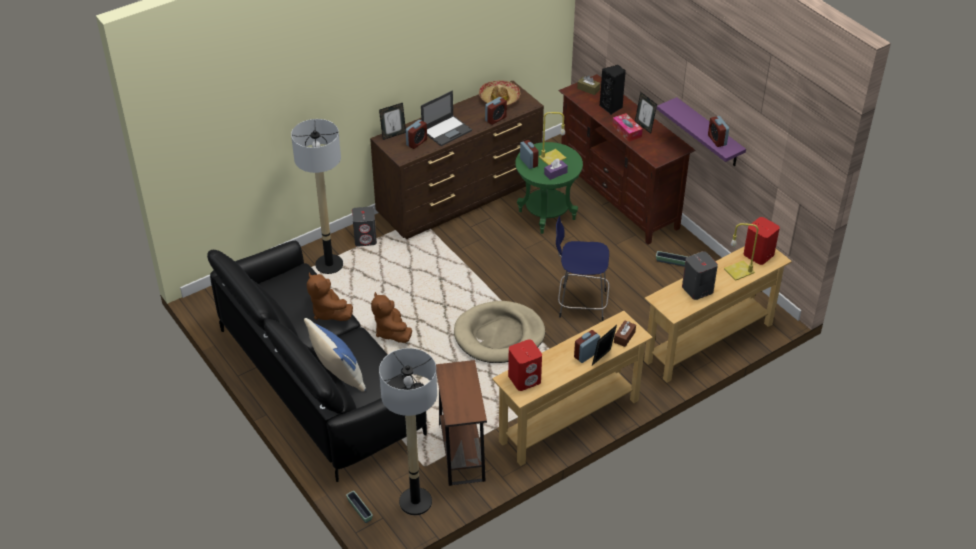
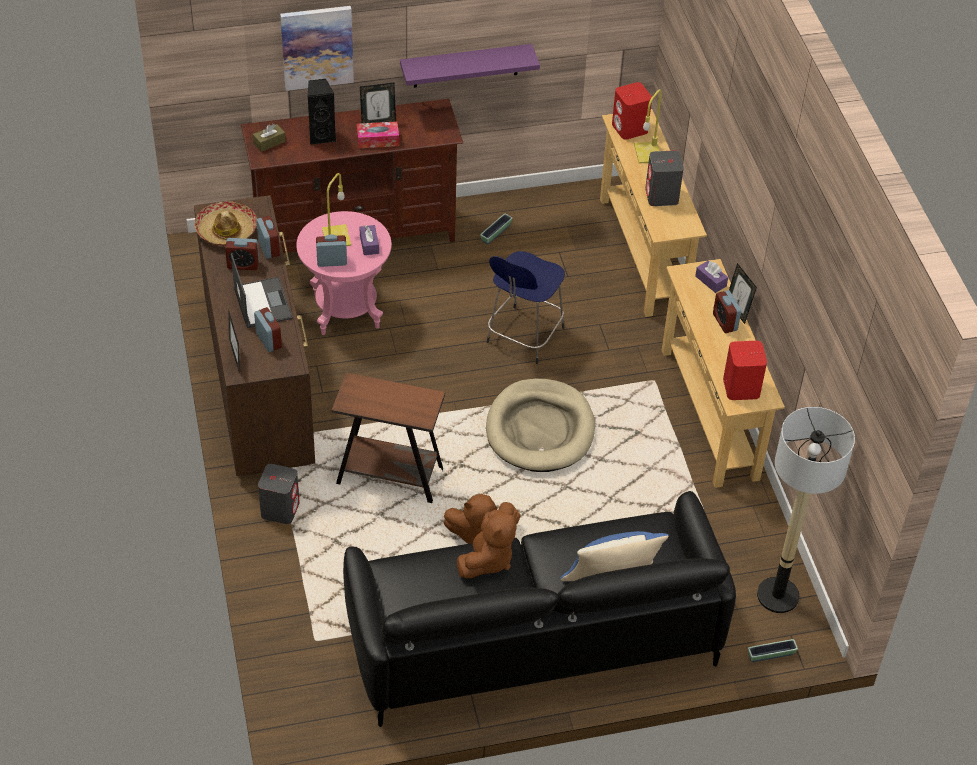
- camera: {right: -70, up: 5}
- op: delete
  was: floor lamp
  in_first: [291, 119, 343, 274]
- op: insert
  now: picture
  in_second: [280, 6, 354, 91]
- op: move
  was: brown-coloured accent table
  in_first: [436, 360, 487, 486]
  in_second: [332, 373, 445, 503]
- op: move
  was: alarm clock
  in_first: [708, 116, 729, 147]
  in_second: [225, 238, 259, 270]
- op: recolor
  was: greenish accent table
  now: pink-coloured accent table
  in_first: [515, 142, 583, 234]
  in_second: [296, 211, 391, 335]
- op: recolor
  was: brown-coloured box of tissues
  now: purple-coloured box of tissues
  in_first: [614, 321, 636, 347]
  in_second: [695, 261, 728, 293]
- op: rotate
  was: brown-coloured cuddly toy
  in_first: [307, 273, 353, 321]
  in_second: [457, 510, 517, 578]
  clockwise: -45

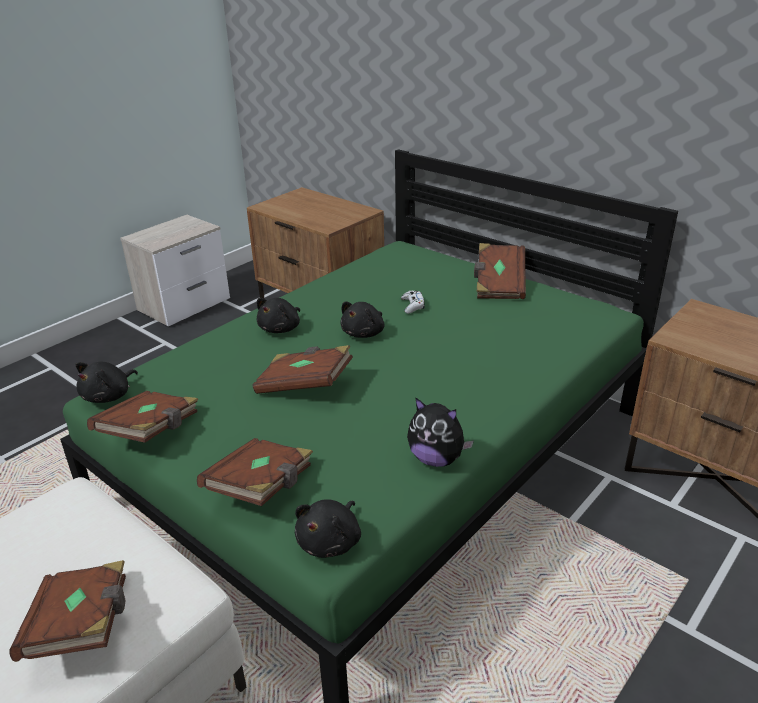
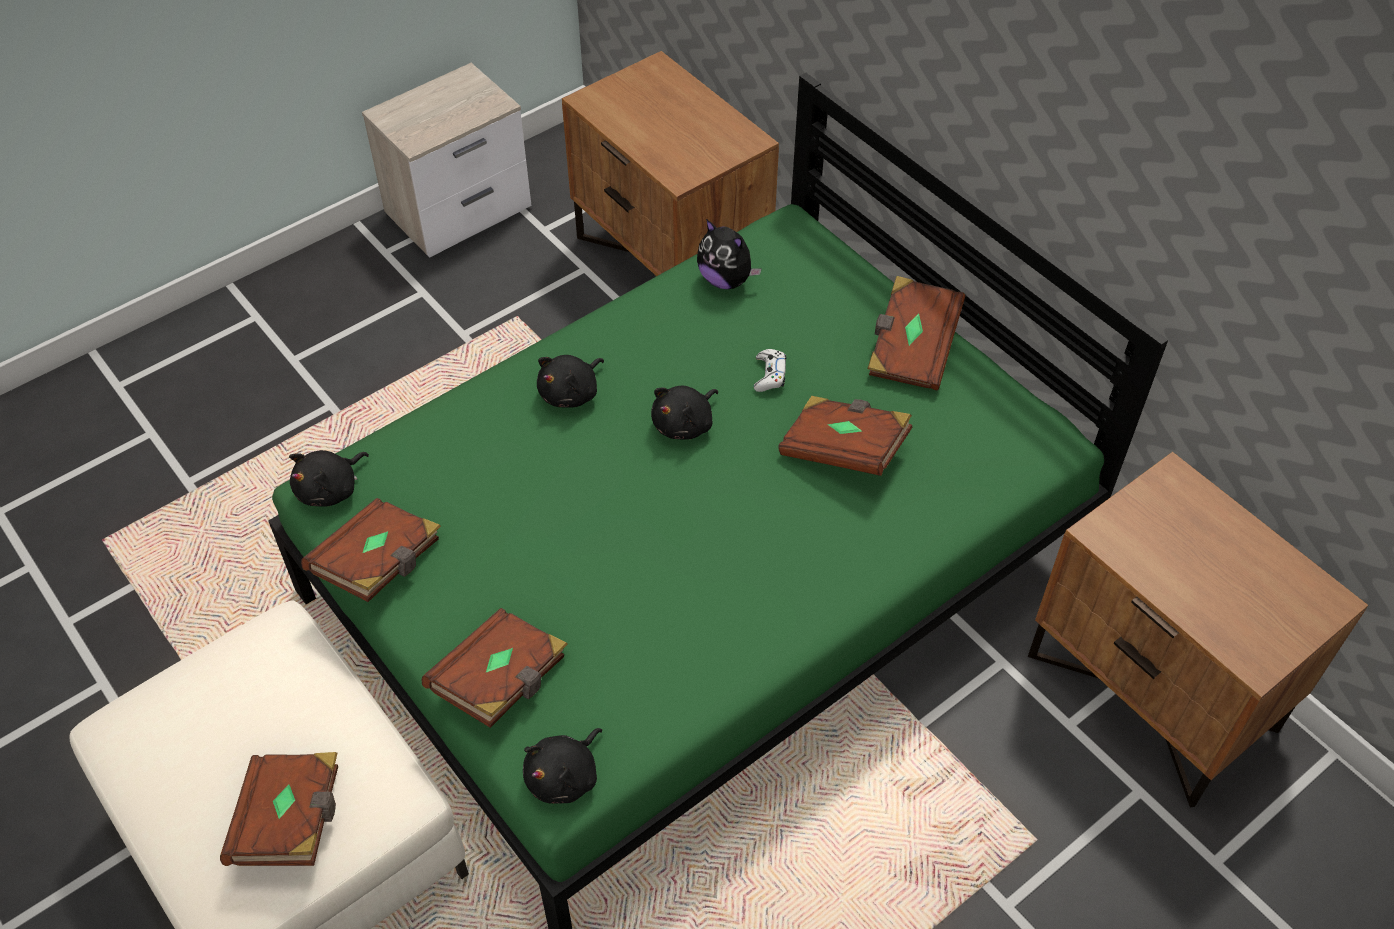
- camera: {right: 10, up: 20}
- op: move
  was: brown-coloured volume
  in_first: [253, 345, 353, 394]
  in_second: [778, 396, 913, 476]
- op: move
  was: cuddly toy
  in_first: [407, 397, 474, 467]
  in_second: [697, 219, 762, 289]

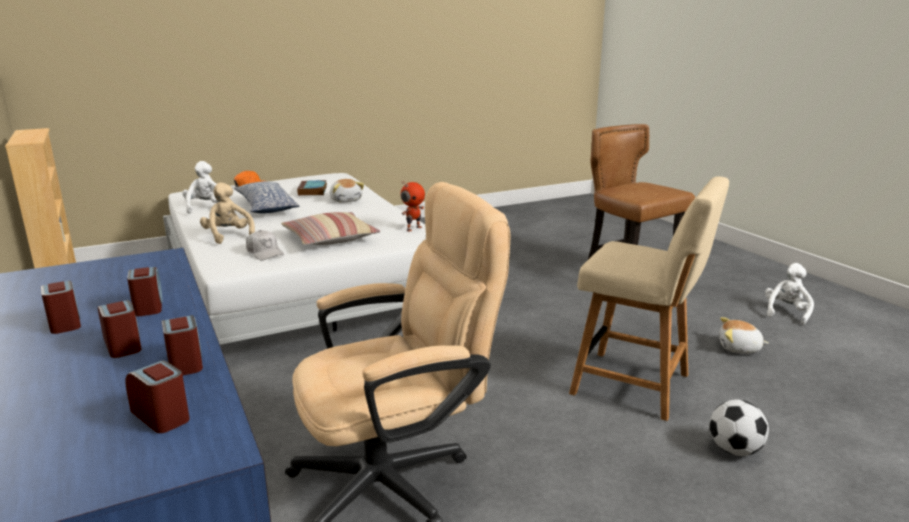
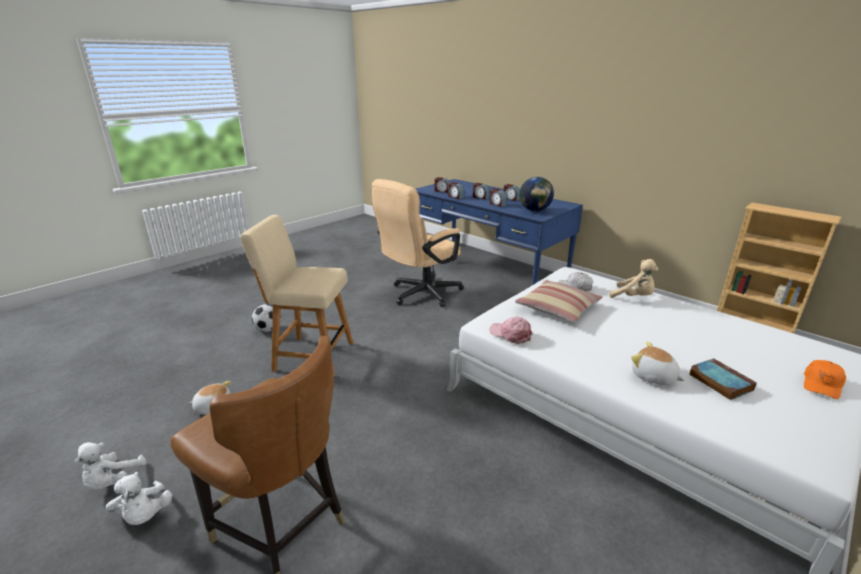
- camera: {right: 160, up: 5}
- op: delete
  was: pillow
  in_first: [234, 181, 300, 214]
- op: insert
  now: globe
  in_second: [519, 177, 554, 212]
- op: move
  was: white-coloured cuddly toy
  in_first: [182, 161, 219, 214]
  in_second: [106, 472, 172, 525]
- op: replace
  was: model robot
  now: pink-coloured baseball cap
  in_first: [401, 180, 425, 232]
  in_second: [489, 317, 532, 344]

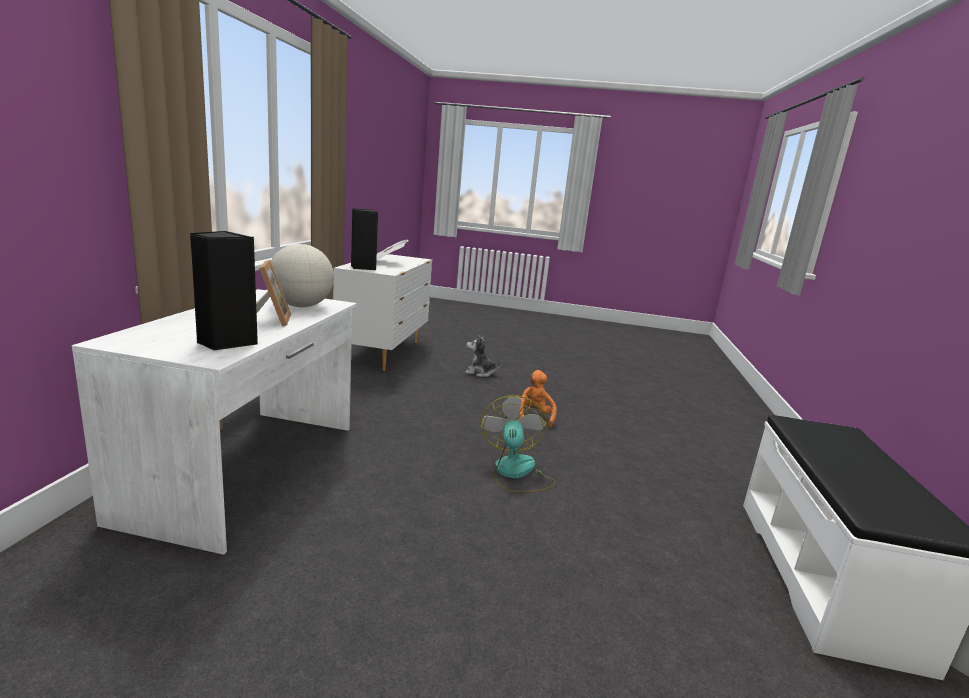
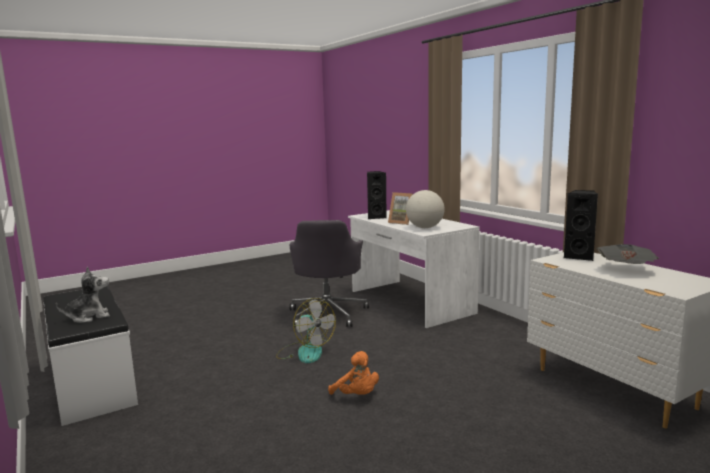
- camera: {right: 140, up: -5}
- op: insert
  now: greyish desk chair
  in_second: [289, 220, 369, 327]
- op: move
  was: cuddly toy
  in_first: [465, 336, 502, 377]
  in_second: [56, 266, 110, 323]

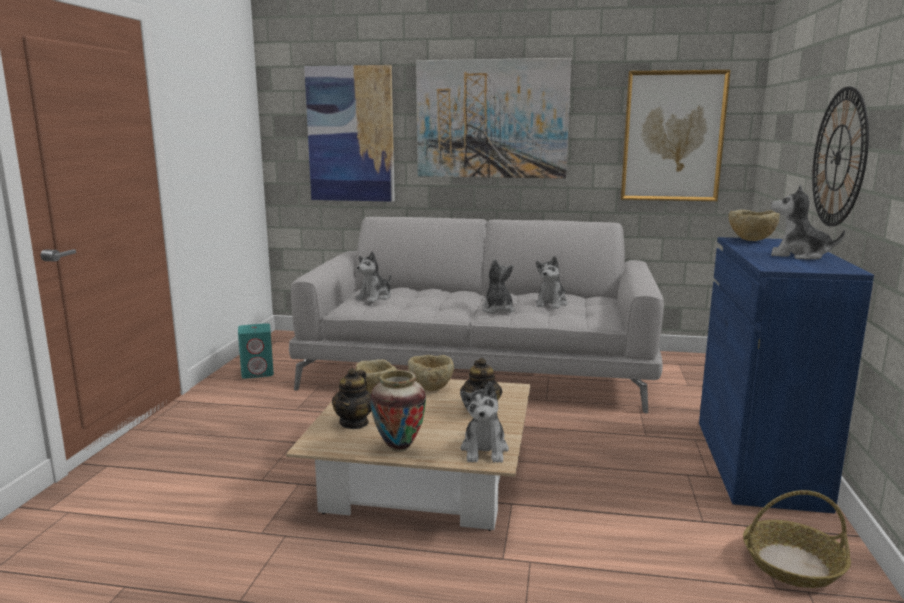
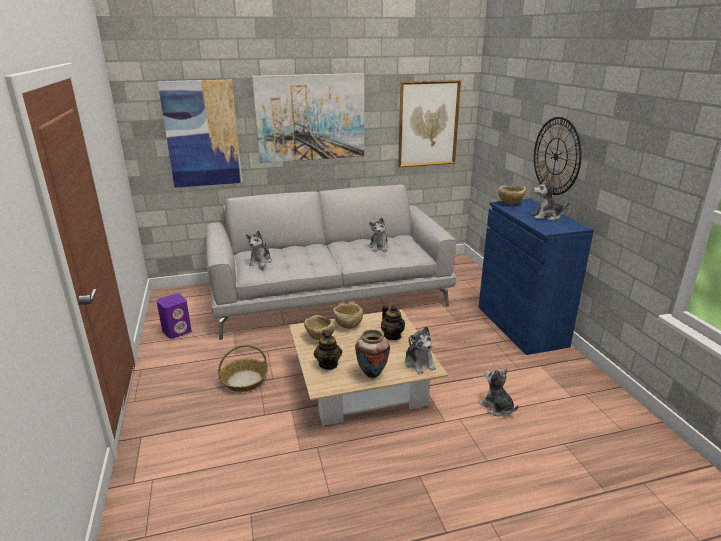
- camera: {right: -25, up: 10}
- op: move
  was: cuddly toy
  in_first: [483, 259, 515, 314]
  in_second: [479, 368, 518, 416]
- op: move
  was: storage basket
  in_first: [743, 490, 851, 588]
  in_second: [218, 345, 268, 392]
- op: recolor
  was: blue-green speaker
  now: purple-coloured speaker
  in_first: [238, 323, 274, 379]
  in_second: [157, 294, 192, 339]

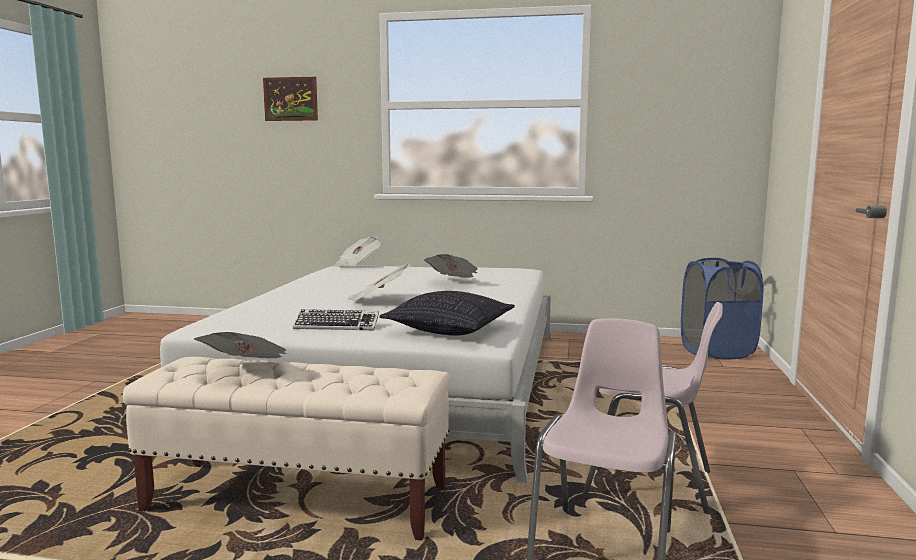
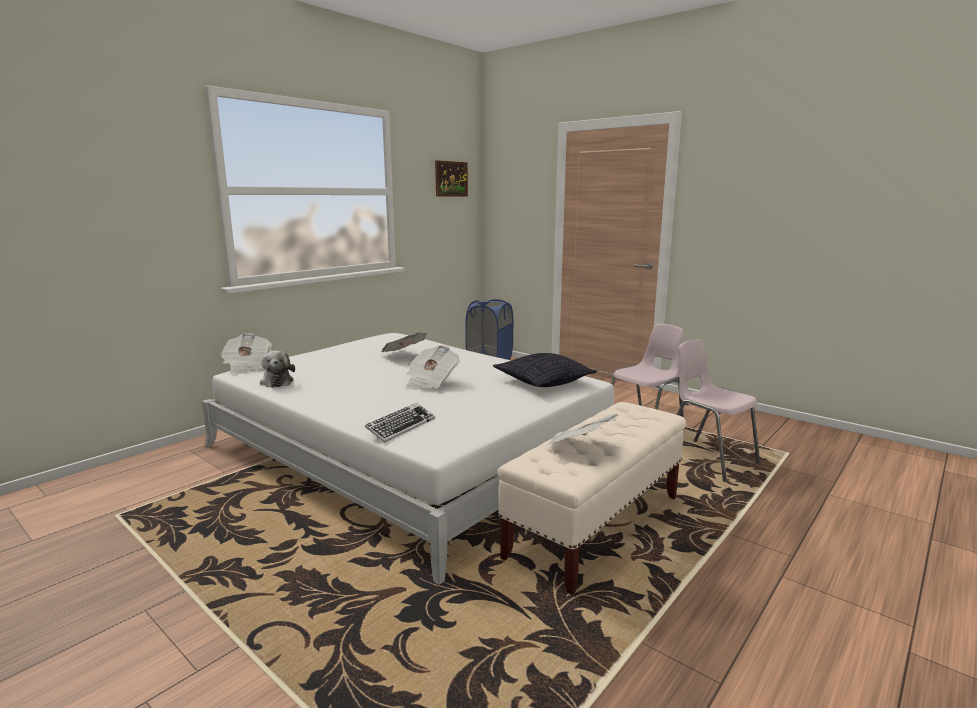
- camera: {right: -60, up: 5}
- op: insert
  now: cuddly toy
  in_second: [260, 351, 295, 388]
- op: move
  was: picture
  in_first: [263, 77, 318, 121]
  in_second: [435, 160, 468, 196]
- op: move
  was: PC keyboard
  in_first: [293, 309, 379, 330]
  in_second: [365, 403, 435, 443]

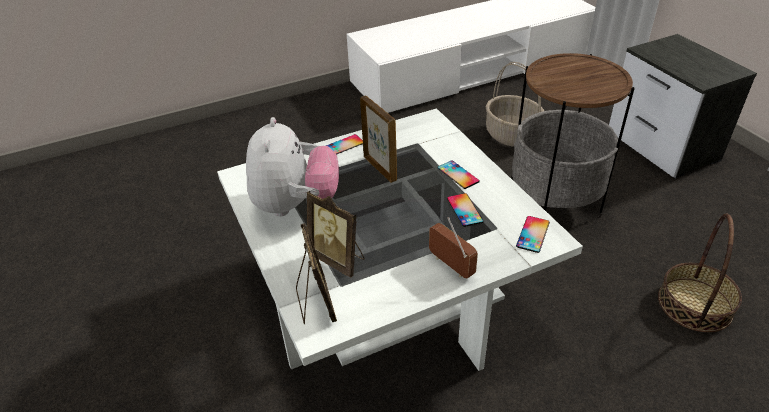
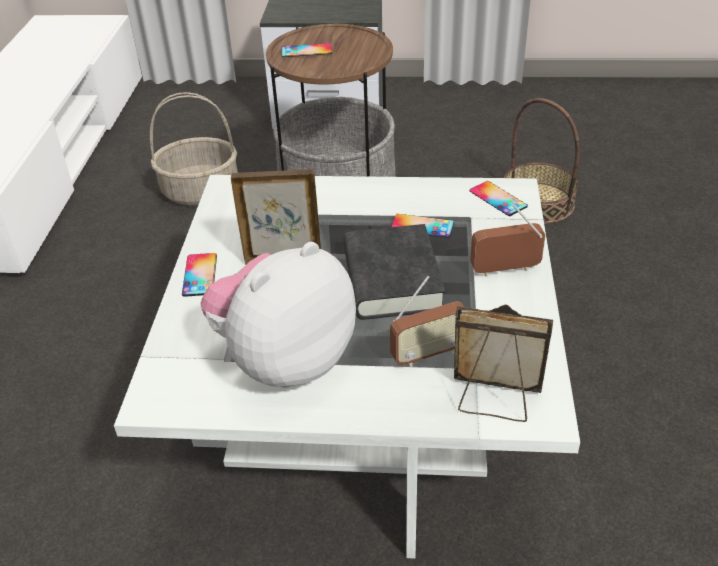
- camera: {right: -60, up: 0}
- op: insert
  now: black-coloured volume
  in_second: [343, 224, 445, 320]
- op: move
  was: telephone
  in_first: [438, 160, 480, 189]
  in_second: [282, 43, 332, 57]
- op: replace
  was: standing frame
  now: radio
  in_first: [307, 191, 365, 278]
  in_second: [390, 276, 464, 367]
- op: rotate
  was: cuddly toy
  in_first: [246, 117, 339, 216]
  in_second: [200, 242, 356, 387]
  clockwise: -75

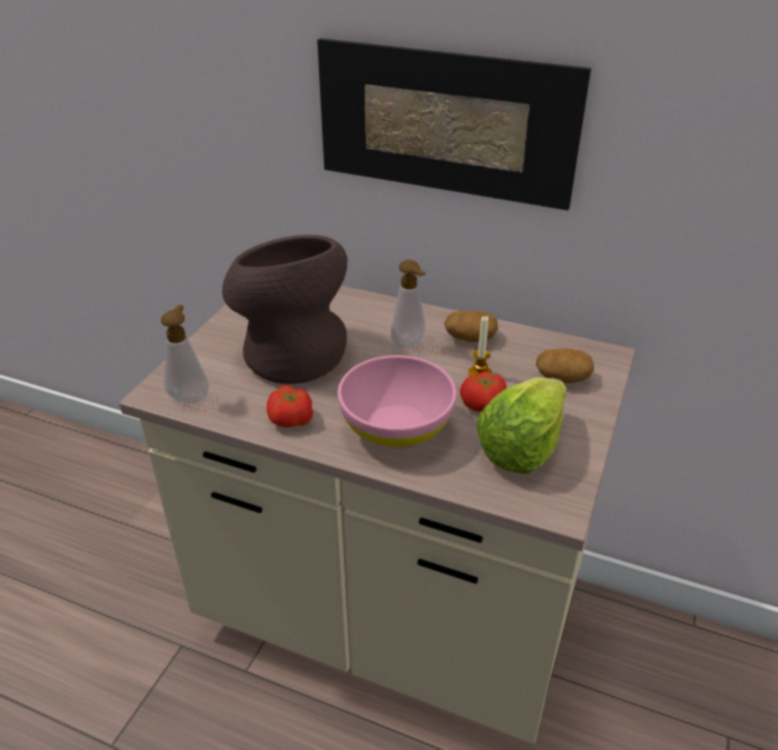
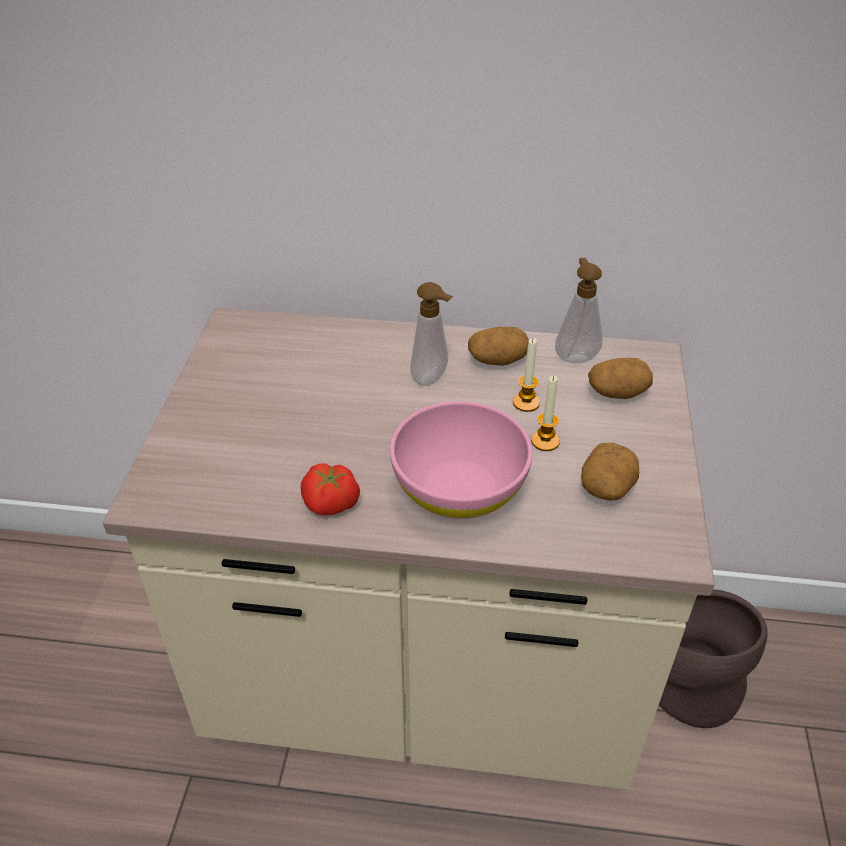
- camera: {right: -15, up: 5}
- op: delete
  was: picture
  in_first: [317, 38, 591, 210]
- op: move
  was: soap bottle
  in_first: [161, 305, 209, 403]
  in_second: [555, 258, 603, 363]
- op: move
  was: brown-coloured decorative vase
  in_first: [222, 235, 348, 384]
  in_second: [659, 589, 768, 728]
- op: replace
  was: whole tomato
  now: candle
  in_first: [460, 372, 507, 412]
  in_second: [531, 376, 560, 451]
- op: replace
  was: lettuce head
  now: spud
  in_first: [476, 377, 567, 474]
  in_second: [581, 443, 639, 501]

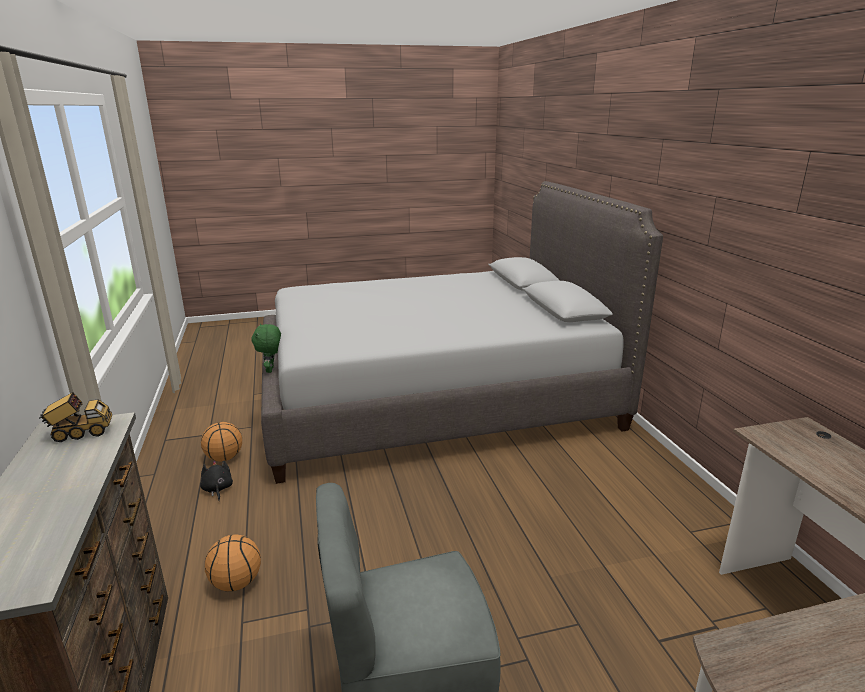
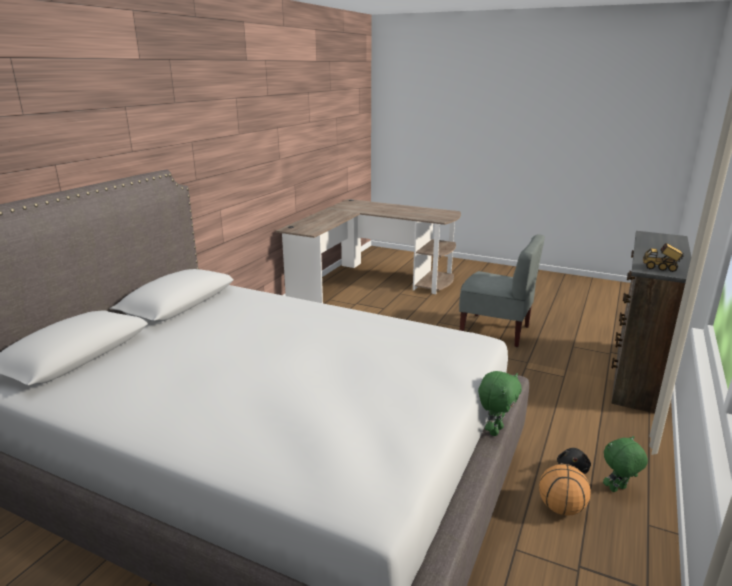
- camera: {right: -140, up: 0}
- op: delete
  was: ball for basketball
  in_first: [205, 535, 261, 591]
- op: insert
  now: greenish cuddly toy
  in_second: [603, 436, 648, 492]

